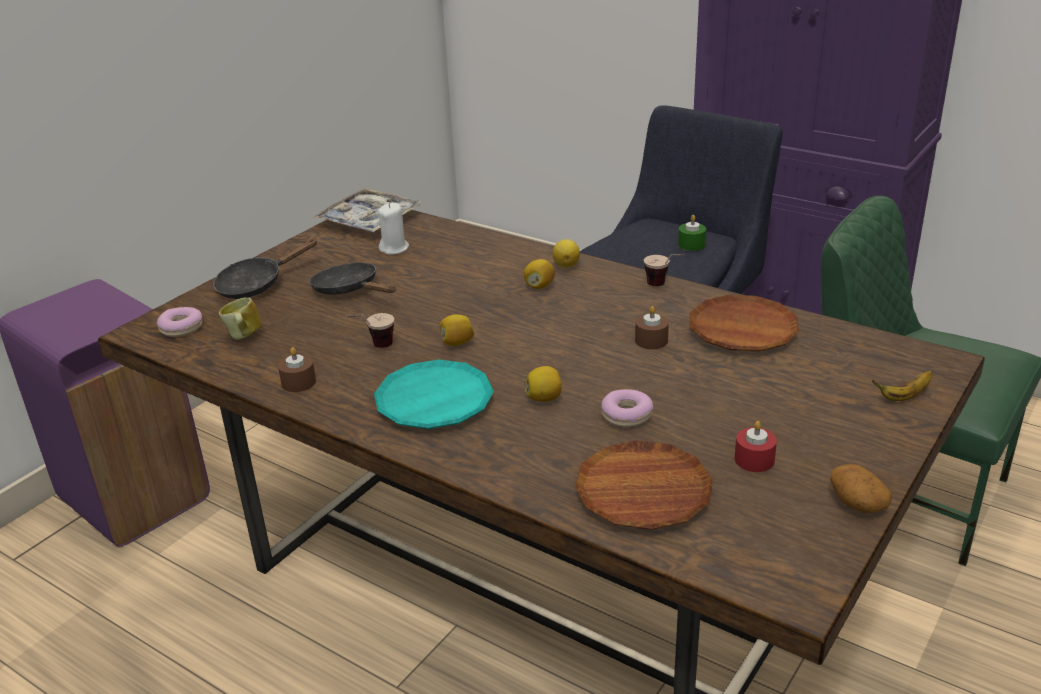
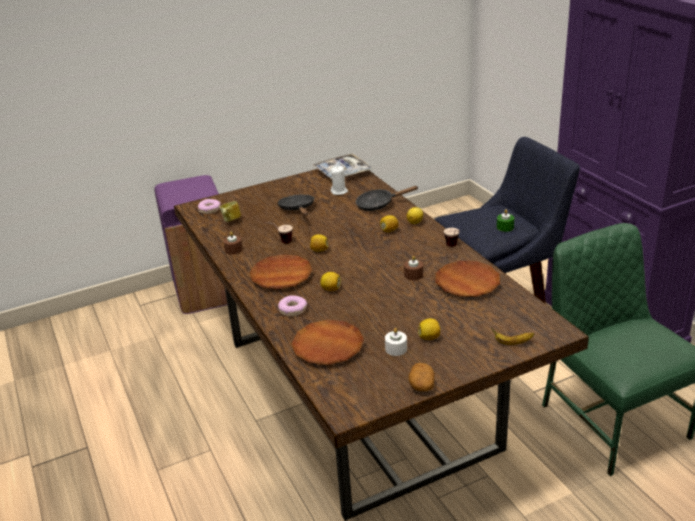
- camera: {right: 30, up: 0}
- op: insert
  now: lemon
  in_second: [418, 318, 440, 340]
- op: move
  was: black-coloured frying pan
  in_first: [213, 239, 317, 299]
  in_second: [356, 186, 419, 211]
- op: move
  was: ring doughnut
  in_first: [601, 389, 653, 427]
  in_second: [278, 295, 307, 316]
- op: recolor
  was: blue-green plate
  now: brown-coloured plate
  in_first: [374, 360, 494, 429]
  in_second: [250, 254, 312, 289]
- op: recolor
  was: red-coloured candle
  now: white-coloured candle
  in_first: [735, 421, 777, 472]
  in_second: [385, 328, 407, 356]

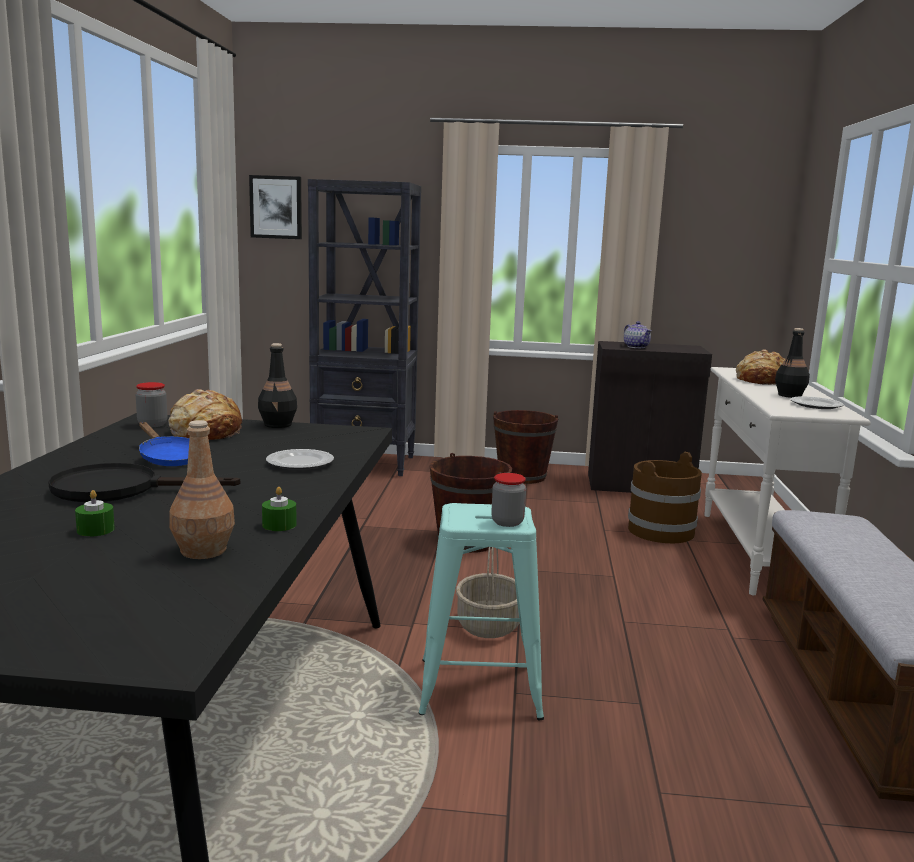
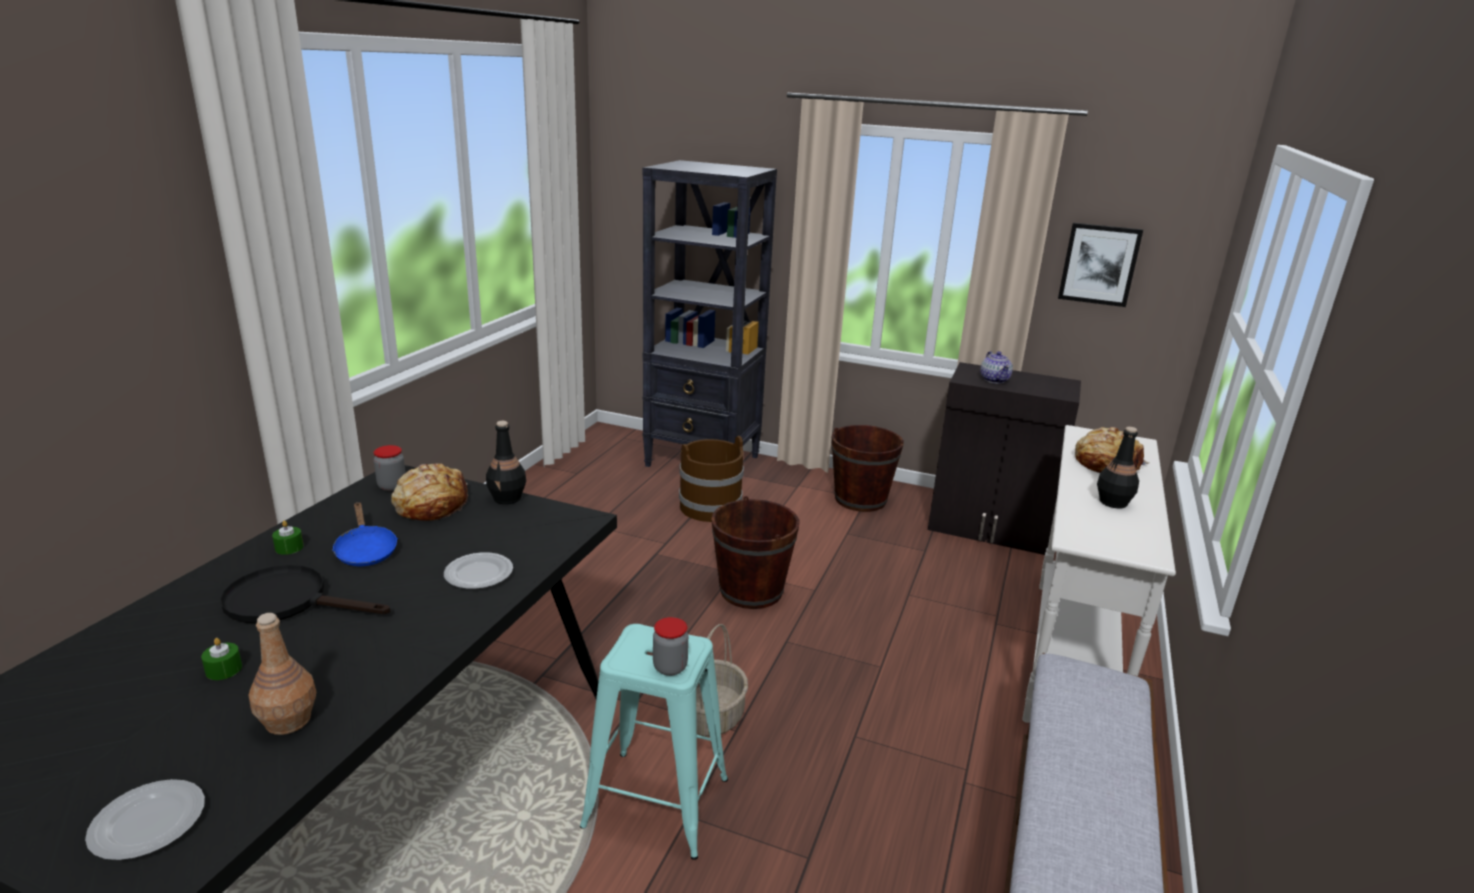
- camera: {right: 15, up: 10}
- op: move
  was: picture
  in_first: [249, 175, 302, 239]
  in_second: [1058, 223, 1143, 307]
- op: move
  was: greenish candle
  in_first: [262, 487, 297, 531]
  in_second: [272, 521, 304, 555]
- op: move
  was: brown-coloured pail
  in_first: [628, 452, 702, 543]
  in_second: [679, 436, 744, 522]
- op: move
  was: plate
  in_first: [790, 396, 844, 409]
  in_second: [85, 779, 205, 860]

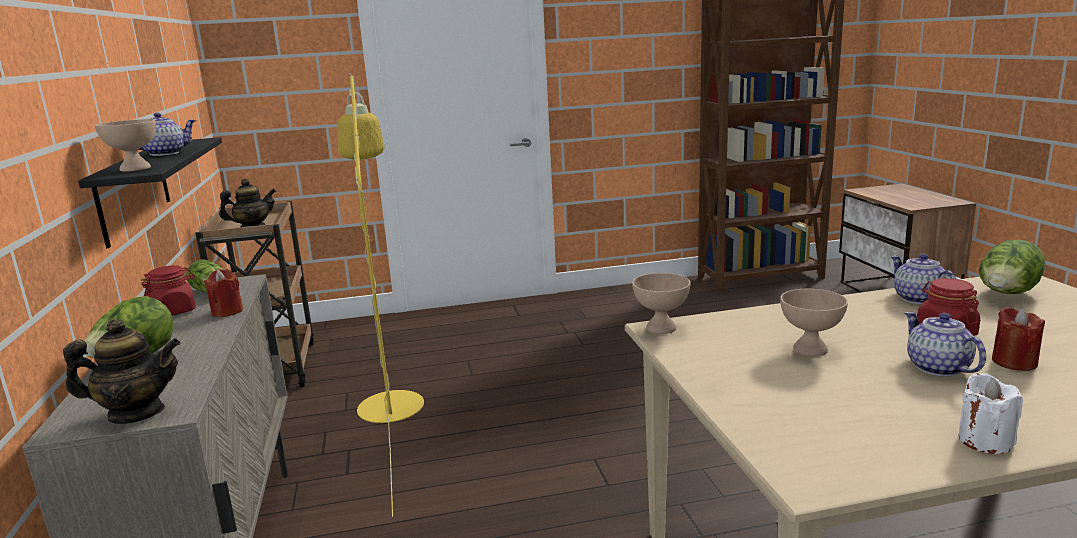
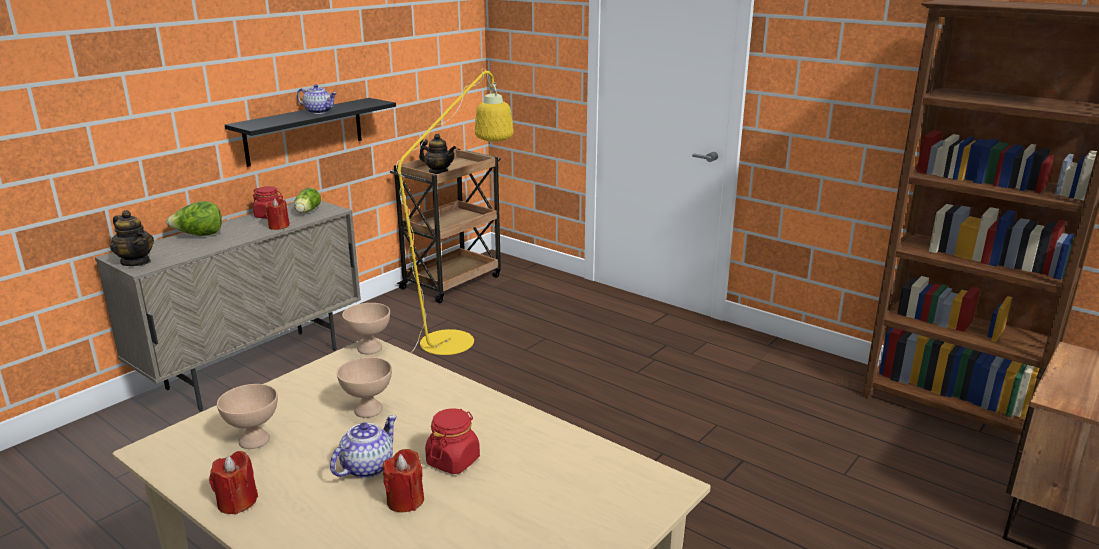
- camera: {right: 50, up: 5}
- op: delete
  was: teapot
  in_first: [891, 254, 956, 304]
- op: delete
  was: lettuce head
  in_first: [979, 240, 1046, 294]
- op: move
  was: beige-coloured bowl
  in_first: [95, 119, 156, 172]
  in_second: [217, 384, 278, 449]
- op: recolor
  was: white-coloured candle
  now: red-coloured candle
  in_first: [958, 373, 1023, 454]
  in_second: [209, 451, 258, 515]

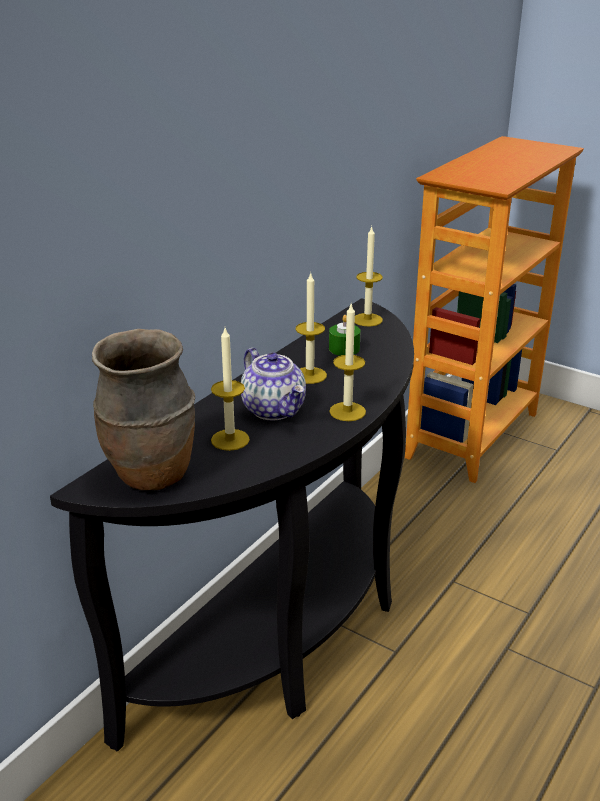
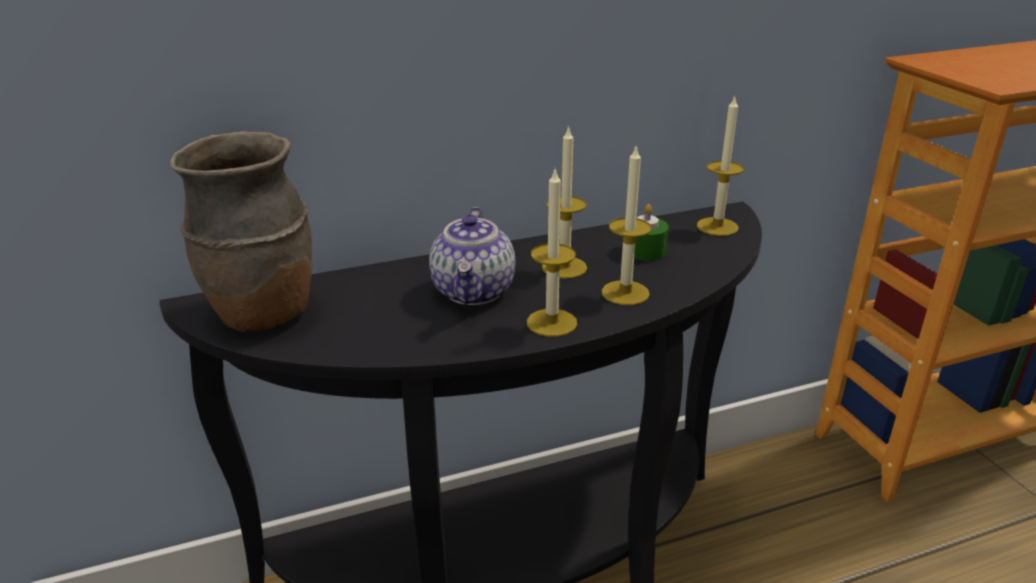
- camera: {right: 35, up: 0}
- op: move
  was: candle
  in_first: [211, 328, 250, 451]
  in_second: [602, 144, 652, 305]

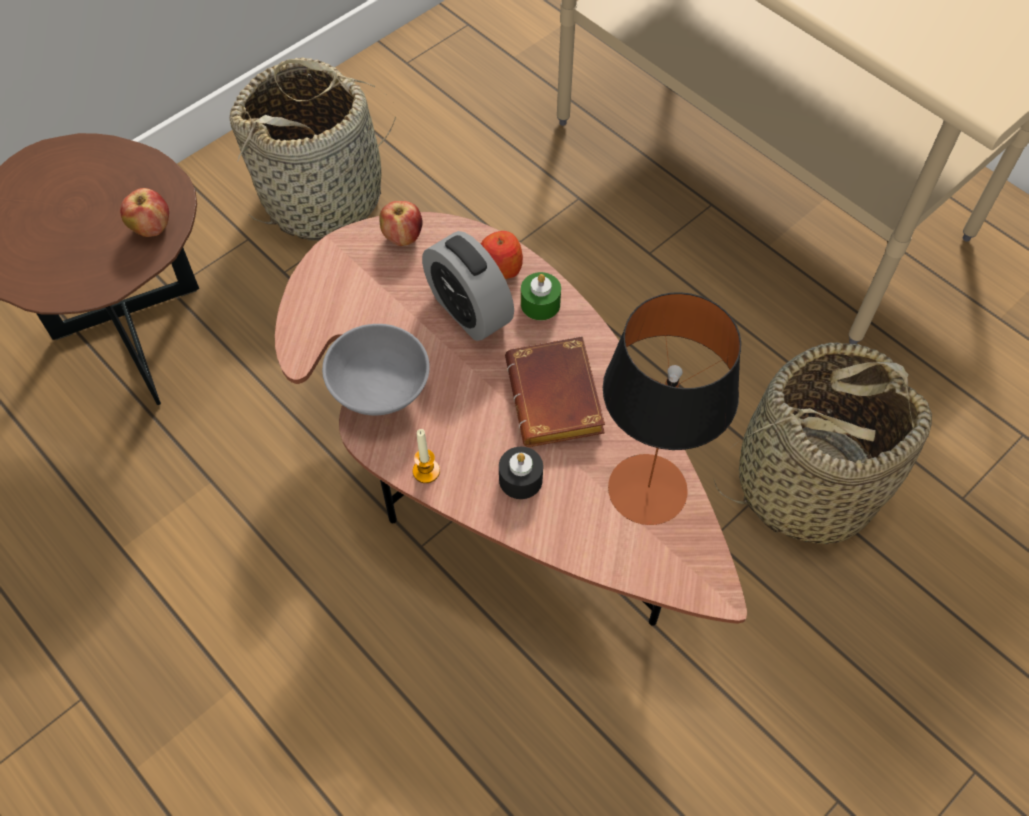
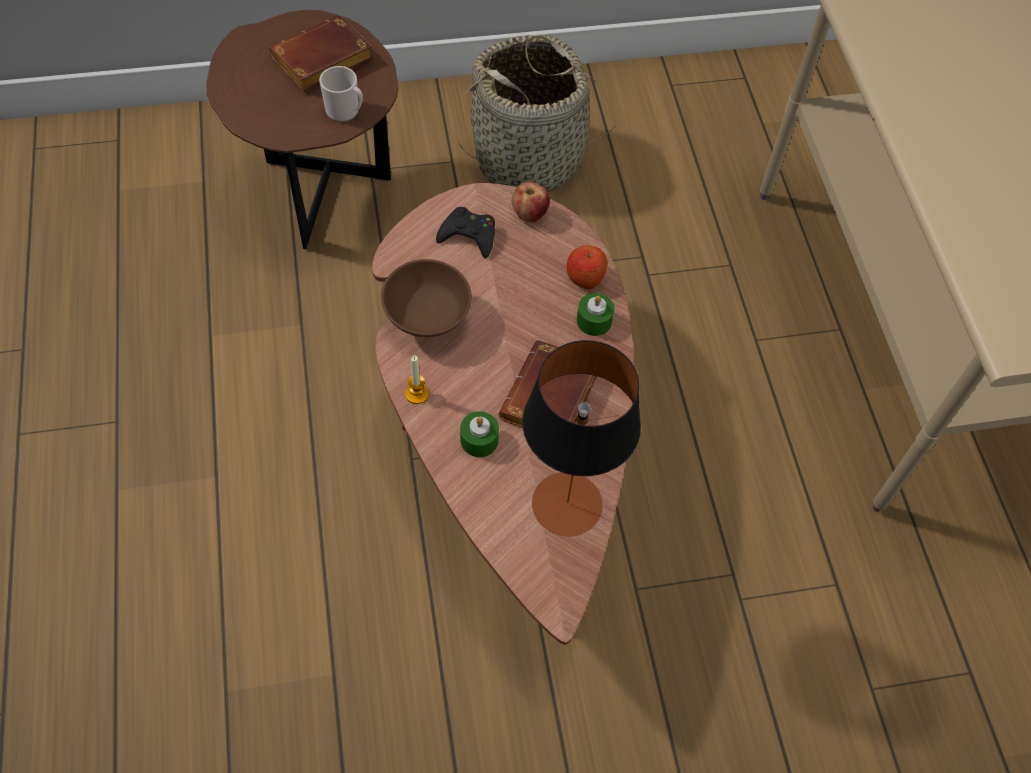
- camera: {right: 30, up: 0}
- op: delete
  was: alarm clock
  in_first: [422, 231, 514, 341]
- op: delete
  was: storage basket
  in_first: [714, 343, 932, 544]
- op: insert
  now: brown-coloured volume
  in_second: [269, 15, 373, 91]
- op: insert
  now: black-coloured joypad
  in_second: [436, 207, 495, 258]
- op: replace
  was: apple
  now: tea mug
  in_first: [120, 188, 169, 237]
  in_second: [319, 66, 363, 122]
- op: recolor
  was: greyish bowl
  now: brown-coloured bowl
  in_first: [322, 324, 430, 416]
  in_second: [381, 259, 472, 337]
- op: recolor
  was: black-coloured candle
  now: greenish candle
  in_first: [499, 447, 543, 499]
  in_second: [460, 411, 499, 457]

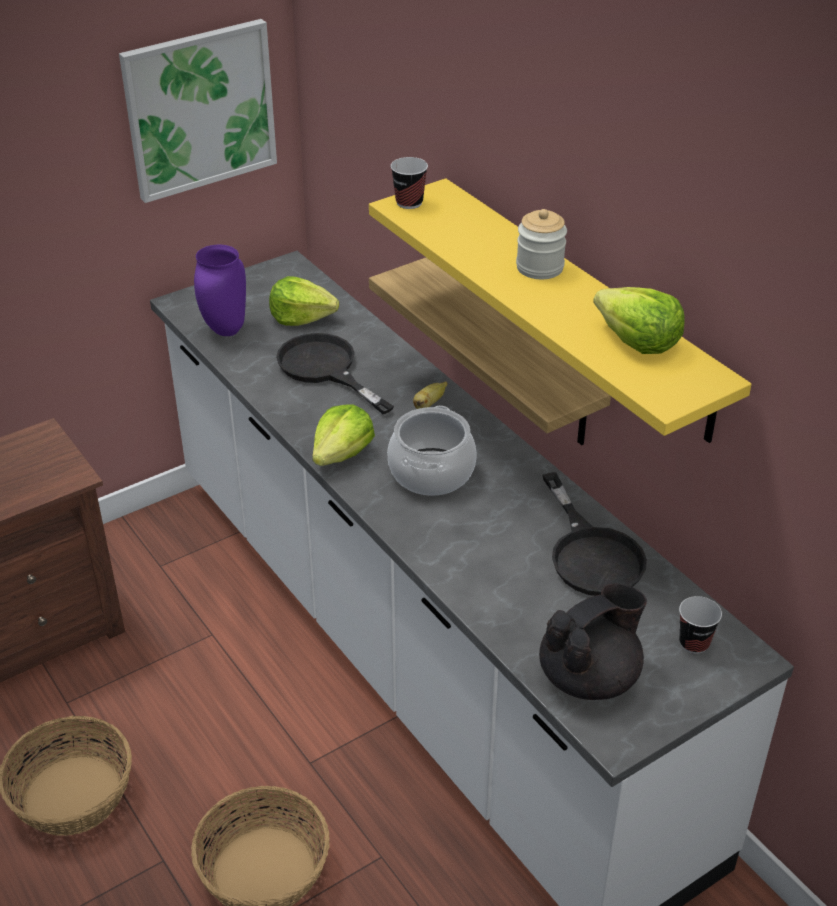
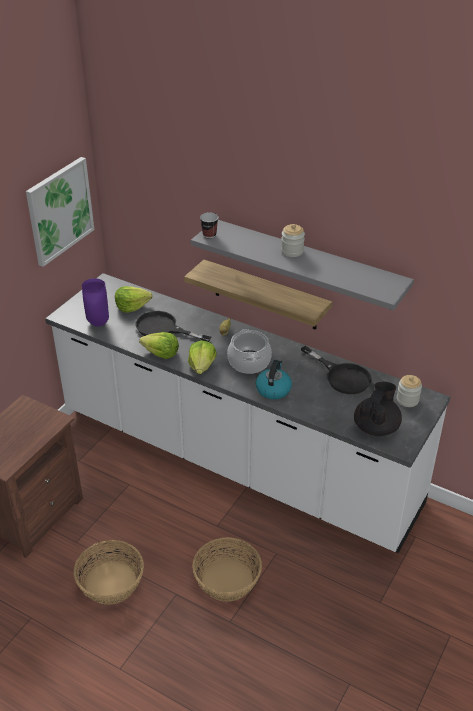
- camera: {right: -25, up: 0}
- op: insert
  now: kettle
  in_second: [256, 360, 292, 400]
- op: move
  was: lettuce head
  in_first: [593, 287, 685, 354]
  in_second: [139, 332, 179, 359]
- op: replace
  was: cup
  now: jar
  in_first: [679, 596, 722, 654]
  in_second: [397, 375, 422, 407]
- op: recolor
  was: yellow shelf
  now: greyish shelf
  in_first: [369, 178, 752, 443]
  in_second: [191, 220, 414, 311]

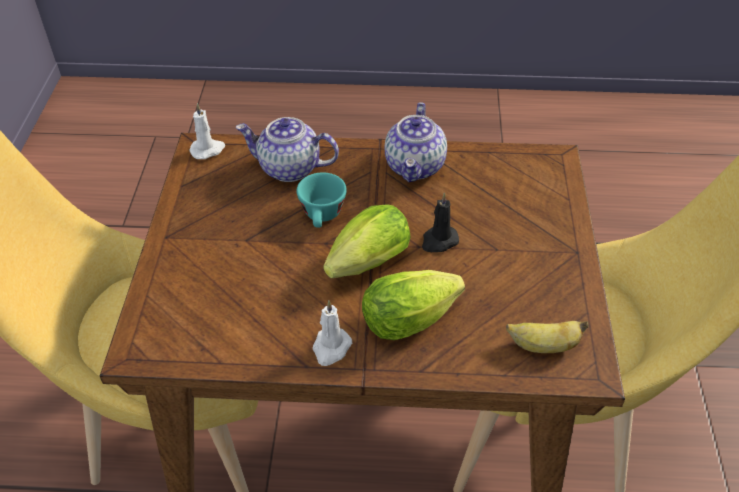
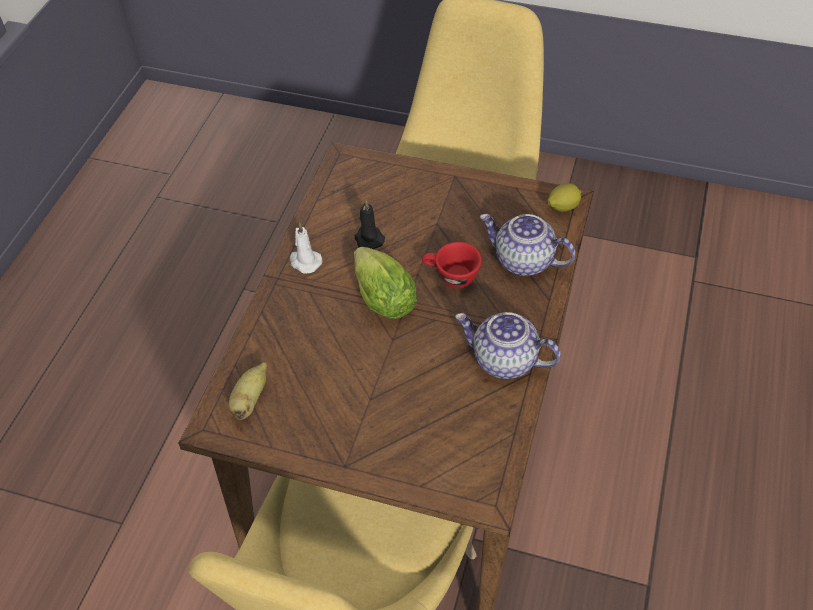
- camera: {right: 105, up: 5}
- op: delete
  was: lettuce head
  in_first: [362, 270, 465, 340]
- op: move
  was: black-coloured candle
  in_first: [422, 192, 459, 252]
  in_second: [355, 200, 385, 249]
- op: replace
  was: white-coloured candle
  now: lemon
  in_first: [189, 103, 225, 159]
  in_second: [547, 183, 581, 212]
- op: recolor
  was: blue-green cup
  now: red-coloured cup
  in_first: [297, 172, 347, 228]
  in_second: [422, 242, 482, 288]
- op: rotate
  was: teapot
  in_first: [235, 117, 339, 182]
  in_second: [480, 214, 576, 276]
  clockwise: -90

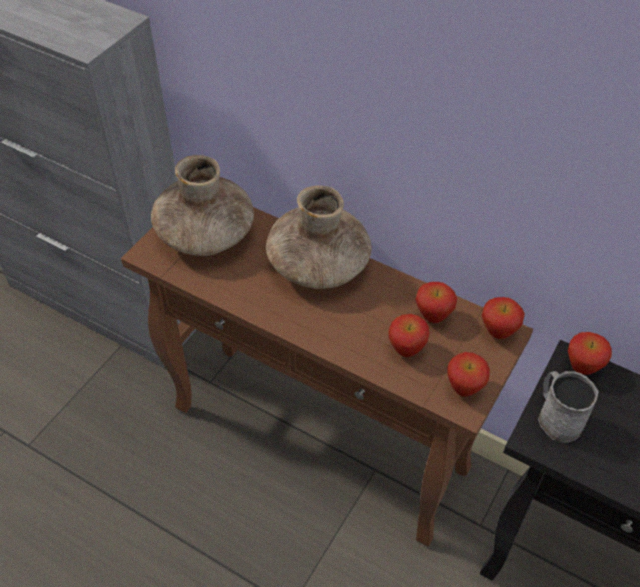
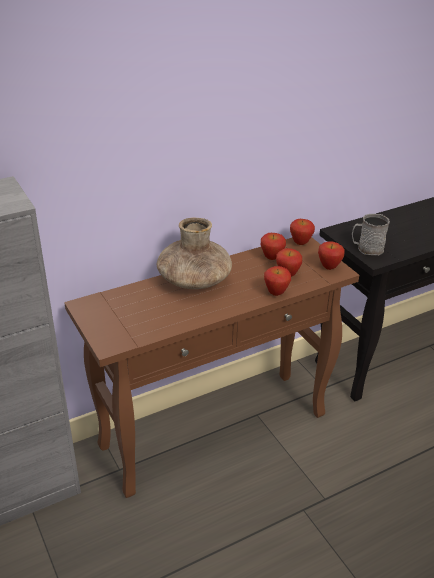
- camera: {right: -60, up: -15}
- op: delete
  was: brown-coloured decorative vase
  in_first: [151, 155, 254, 256]
- op: move
  was: apple
  in_first: [568, 332, 612, 375]
  in_second: [264, 266, 291, 296]

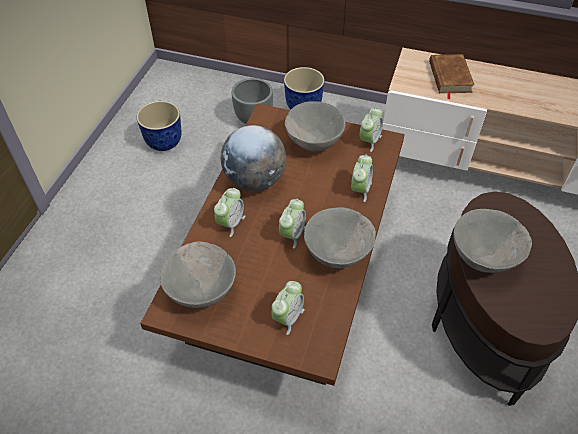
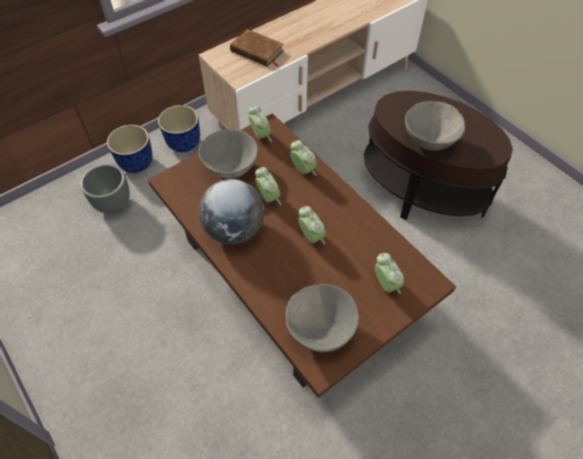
- camera: {right: -55, up: 5}
- op: delete
  was: greyish bowl
  in_first: [304, 207, 376, 268]
- op: move
  was: flower pot
  in_first: [136, 101, 181, 151]
  in_second: [158, 105, 200, 152]
- op: move
  was: alarm clock
  in_first: [214, 188, 245, 237]
  in_second: [255, 167, 281, 205]

